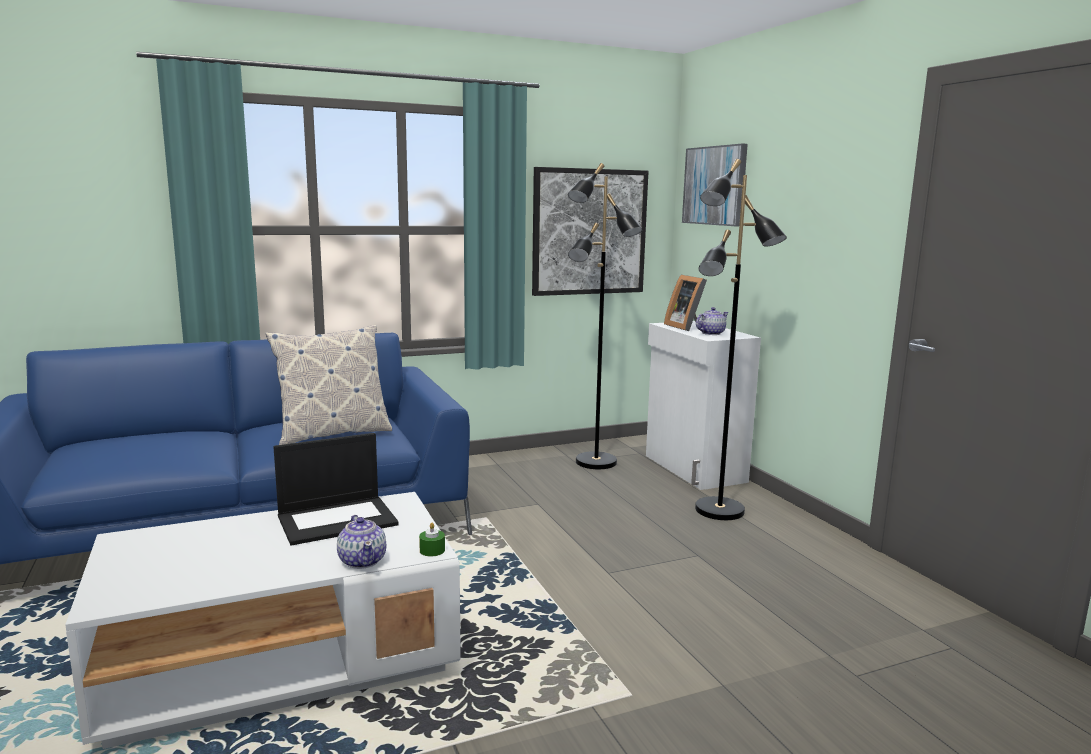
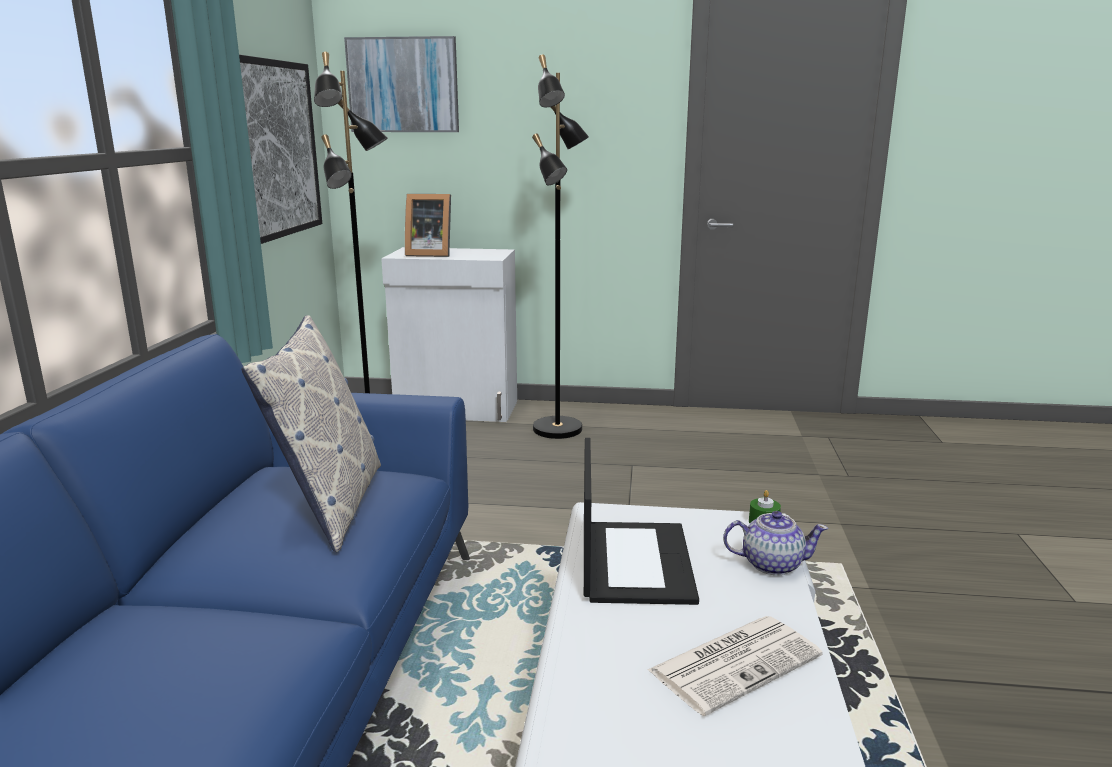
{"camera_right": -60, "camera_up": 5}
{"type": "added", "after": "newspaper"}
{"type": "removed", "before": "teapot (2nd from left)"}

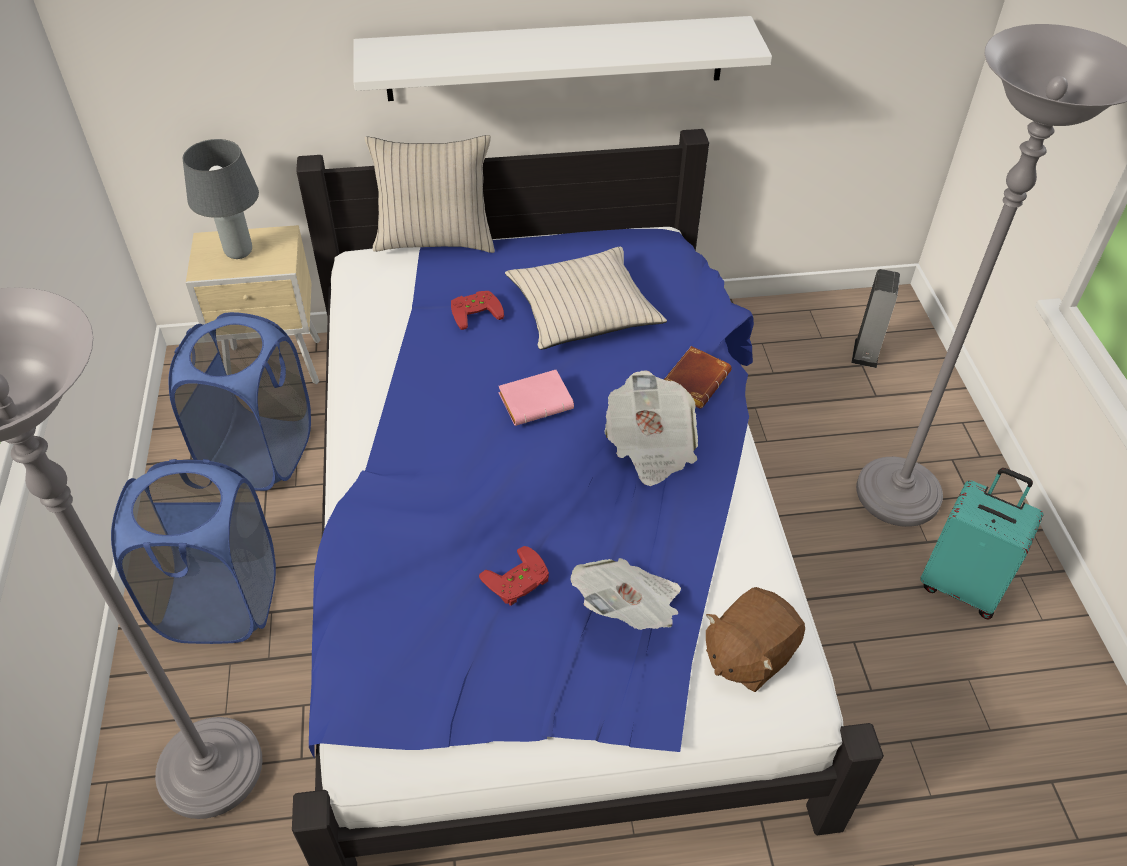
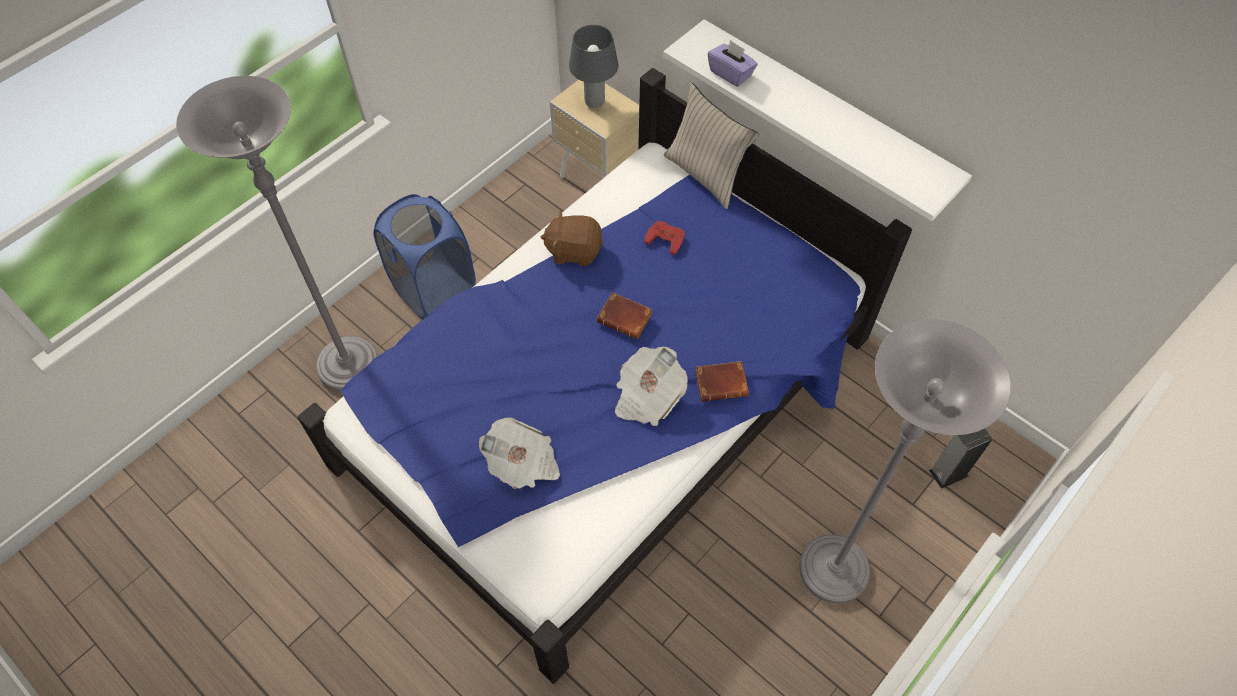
{"camera_right": 50, "camera_up": 10}
{"type": "moved", "before": "brown plush toy"}
{"type": "recoloured", "before": "pink book", "after": "brown book (1st from left)"}
{"type": "added", "after": "purple tissue box"}
{"type": "removed", "before": "blue laundry basket (2nd from left)"}
{"type": "removed", "before": "red game controller (2nd from left)"}
{"type": "removed", "before": "beige pillow (2nd from left)"}
{"type": "removed", "before": "turquoise suitcase"}

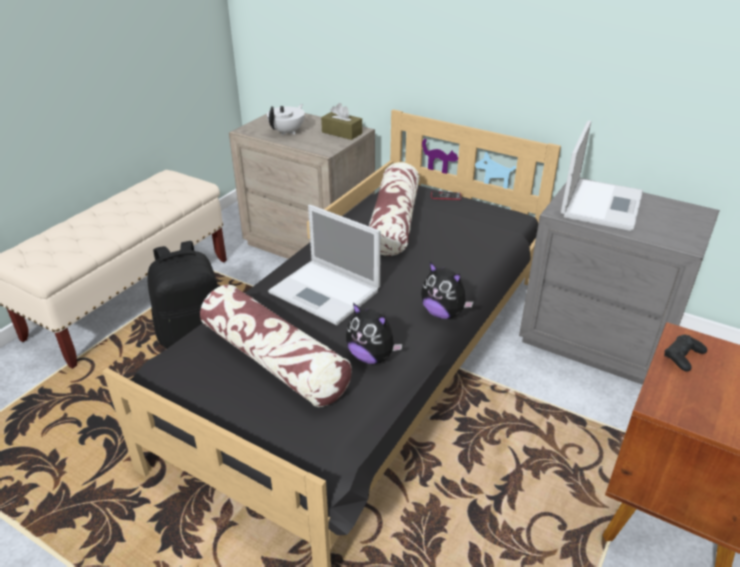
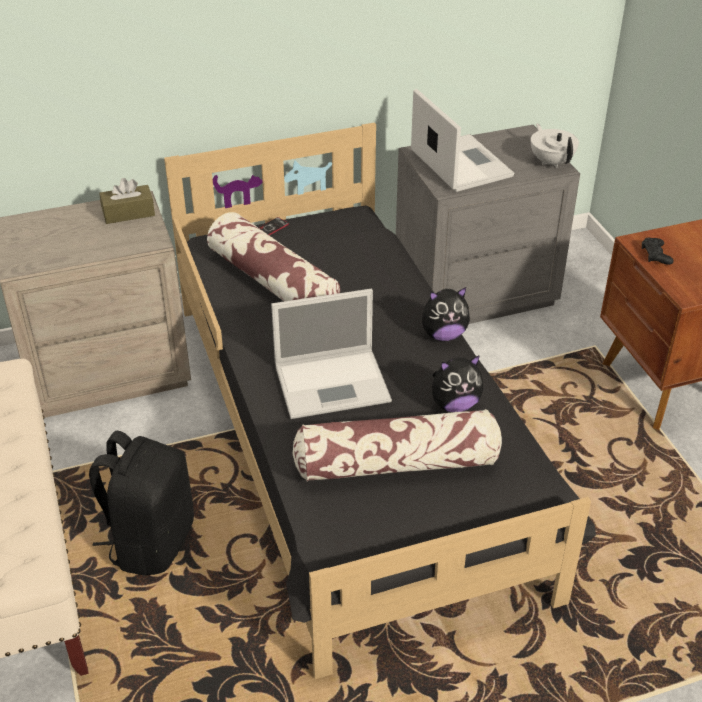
{"camera_right": -50, "camera_up": 5}
{"type": "moved", "before": "white teapot"}

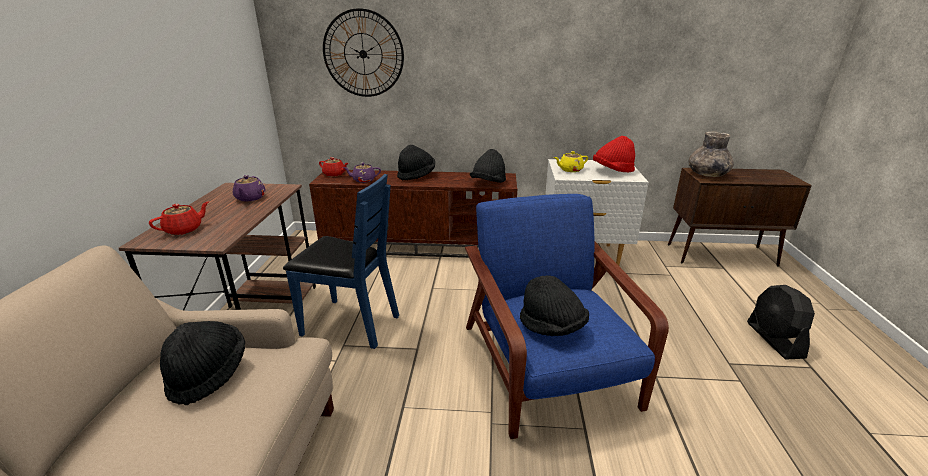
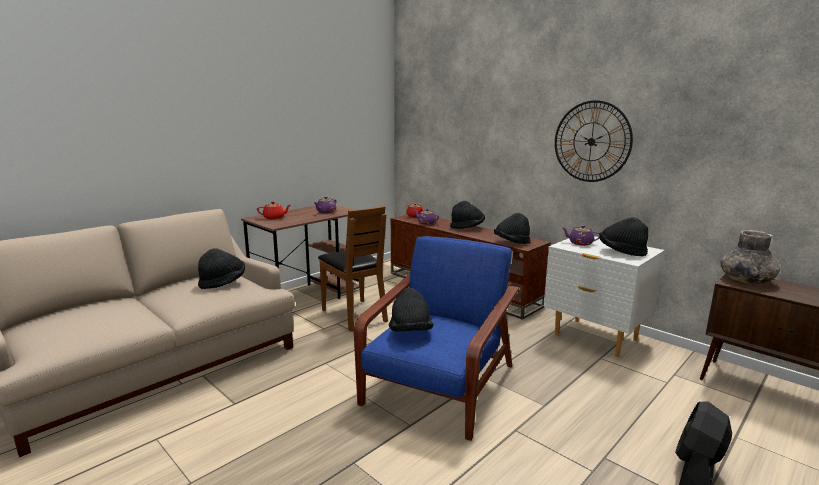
{"camera_right": 40, "camera_up": -10}
{"type": "recoloured", "before": "blue chair", "after": "brown chair"}
{"type": "moved", "before": "wall clock"}
{"type": "recoloured", "before": "yellow teapot", "after": "purple teapot (3rd from left)"}
{"type": "recoloured", "before": "red hat", "after": "black hat (5th from left)"}

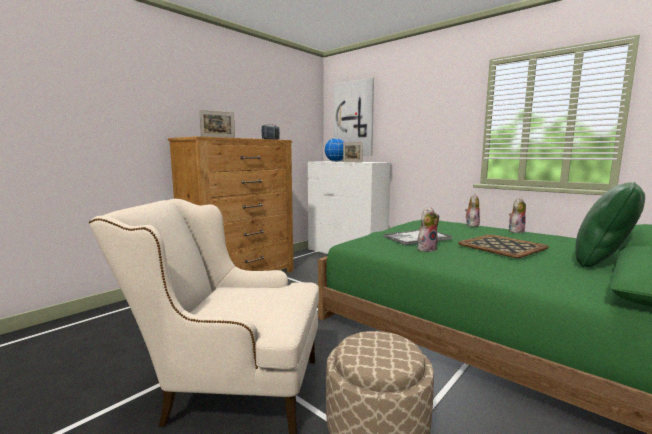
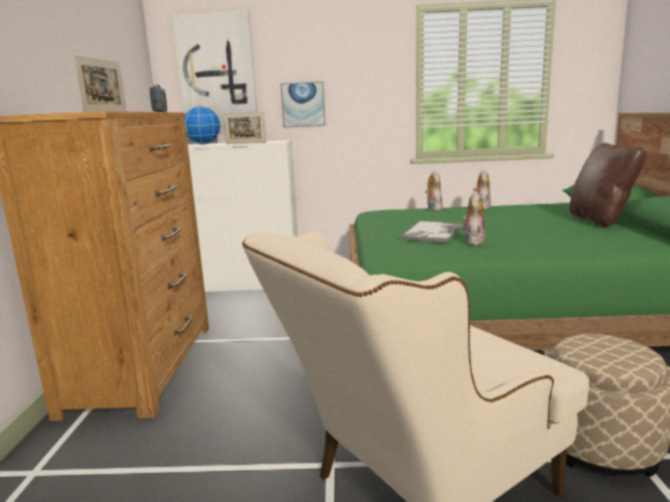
{"camera_right": -40, "camera_up": 5}
{"type": "added", "after": "picture (2nd from left)"}
{"type": "recoloured", "before": "green pillow", "after": "brown pillow"}
{"type": "removed", "before": "tray (2nd from left)"}

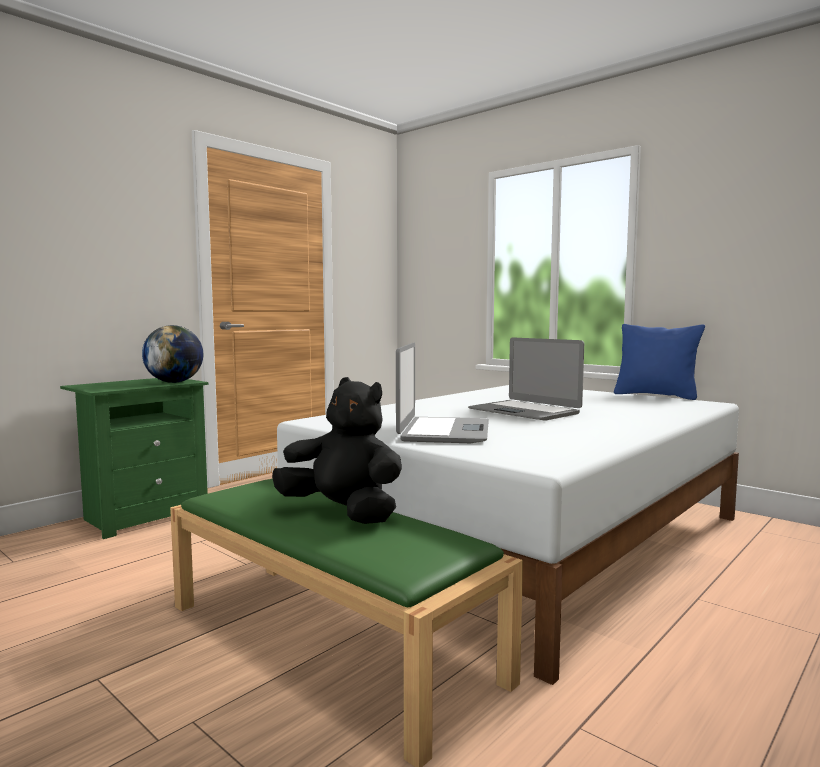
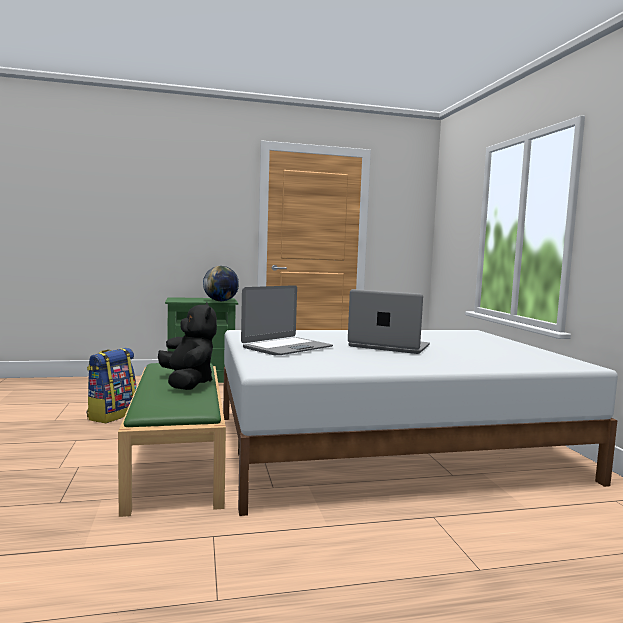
{"camera_right": 35, "camera_up": 0}
{"type": "added", "after": "backpack"}
{"type": "turned", "before": "laptop (2nd from left)", "turn": 120}
{"type": "removed", "before": "blue pillow"}

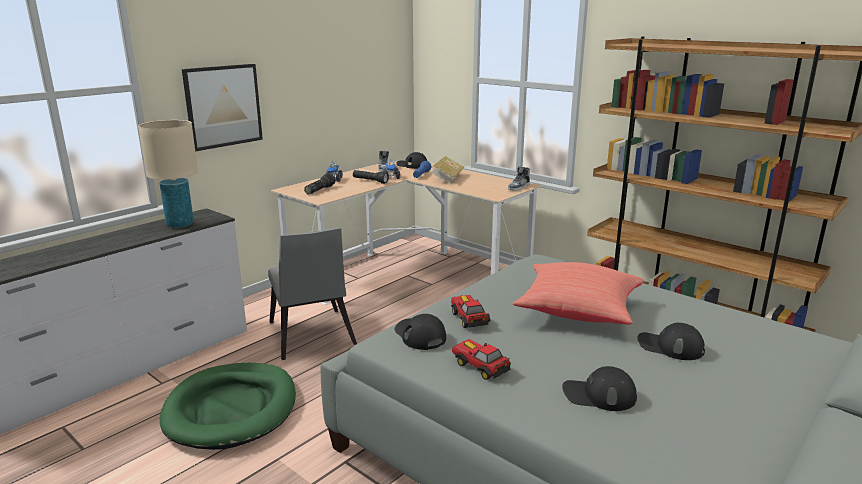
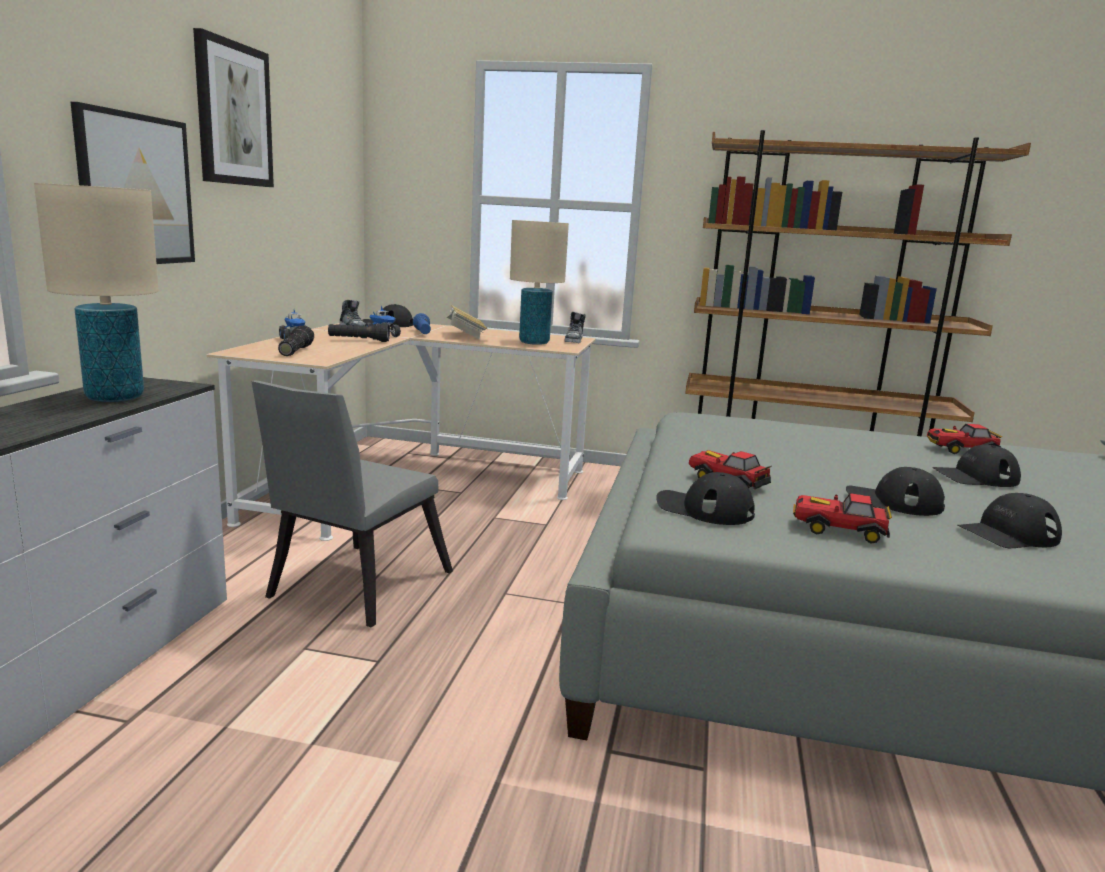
{"camera_right": -30, "camera_up": -5}
{"type": "added", "after": "picture (2nd from left)"}
{"type": "turned", "before": "grey chair", "turn": 75}
{"type": "added", "after": "beige table lamp (2nd from left)"}
{"type": "added", "after": "black cap (3rd from left)"}
{"type": "added", "after": "toy car (3rd from left)"}
{"type": "removed", "before": "green dog bed"}
{"type": "removed", "before": "red pillow"}

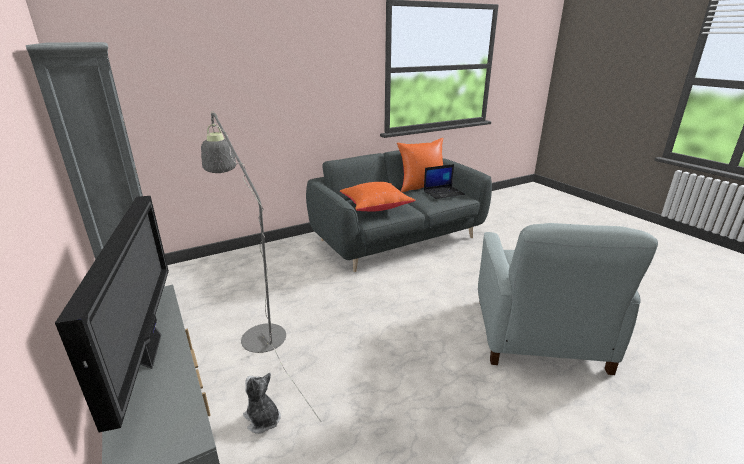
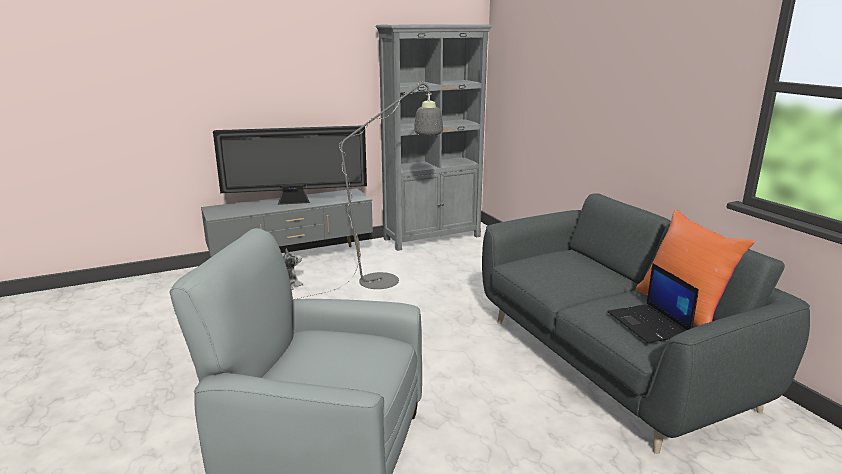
{"camera_right": 95, "camera_up": -5}
{"type": "removed", "before": "orange pillow (1st from left)"}

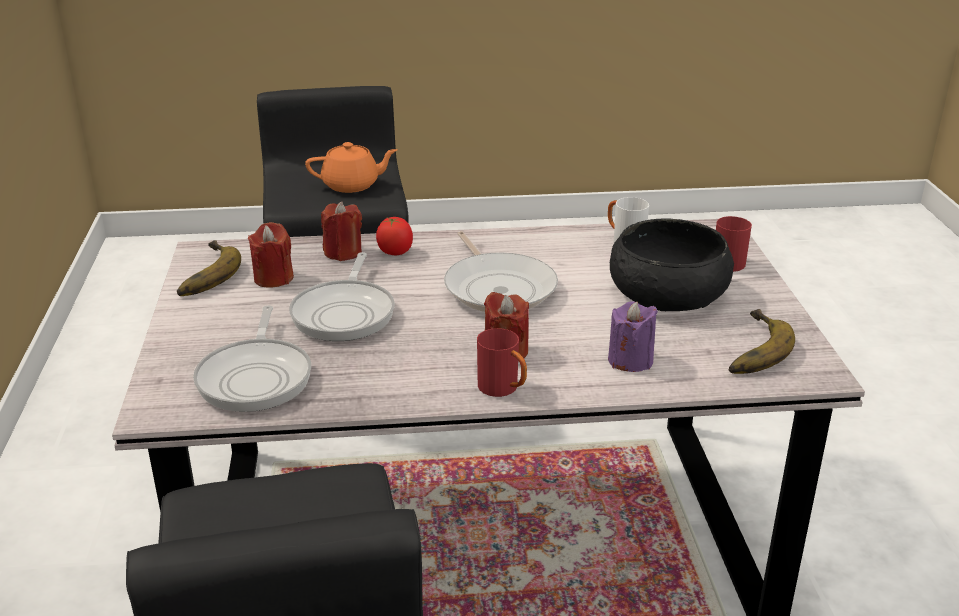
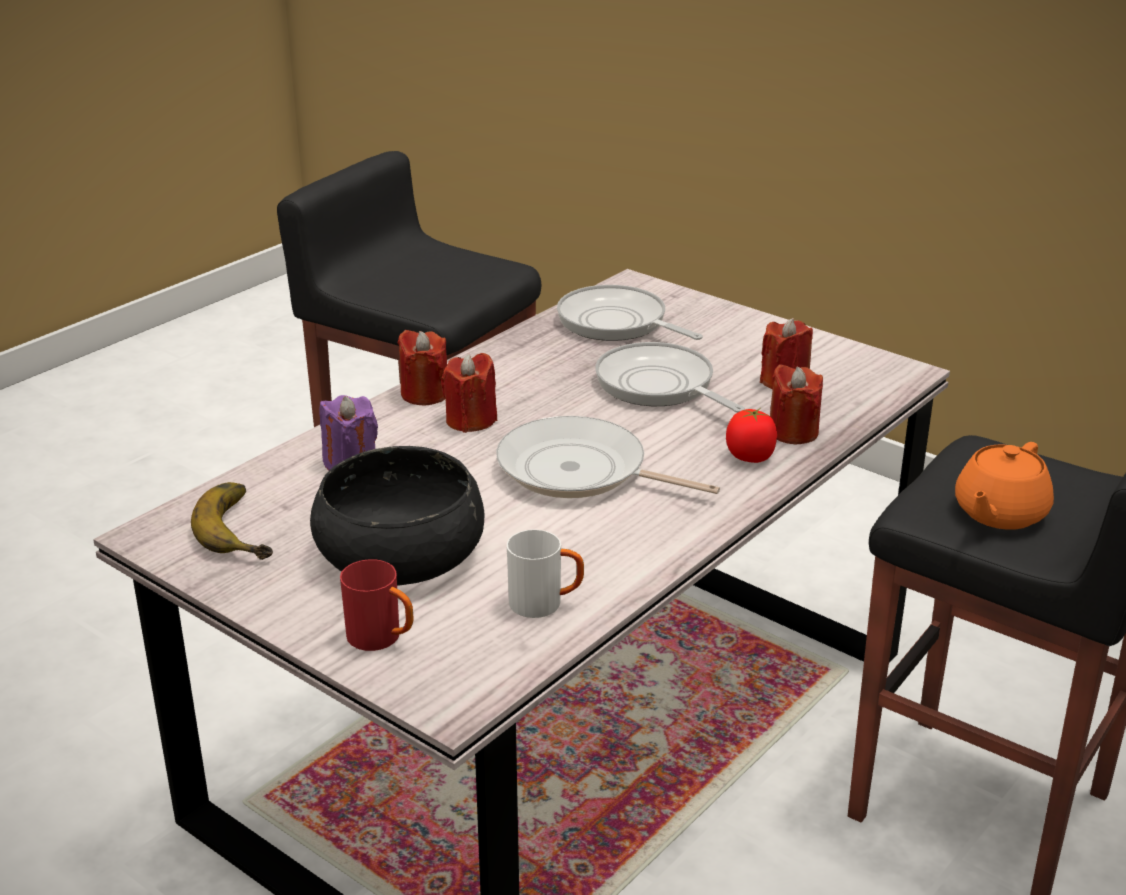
{"camera_right": 135, "camera_up": 0}
{"type": "replaced", "before": "red mug (1st from left)", "after": "red candle (1st from left)"}
{"type": "removed", "before": "banana (1st from left)"}

